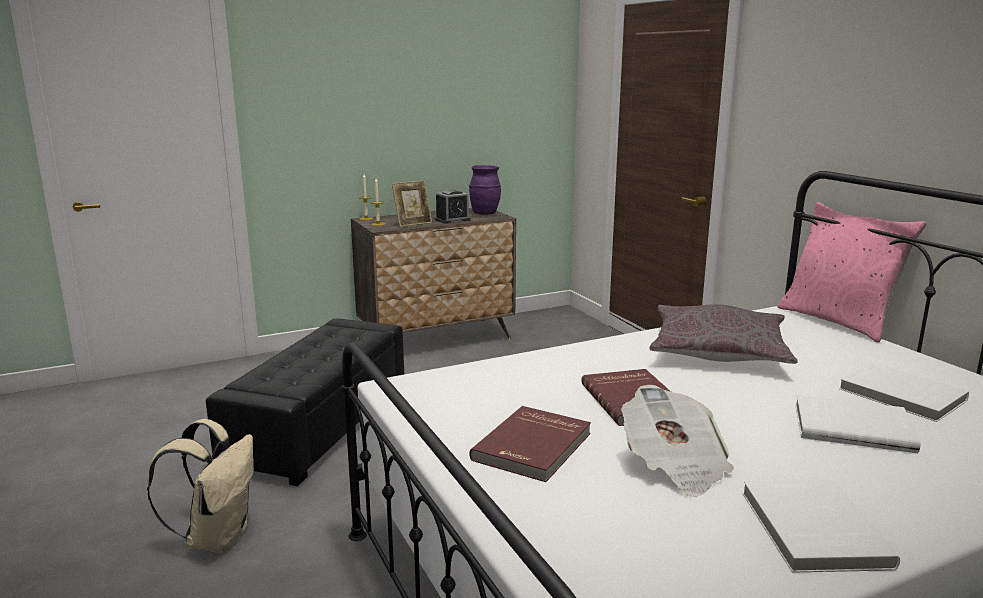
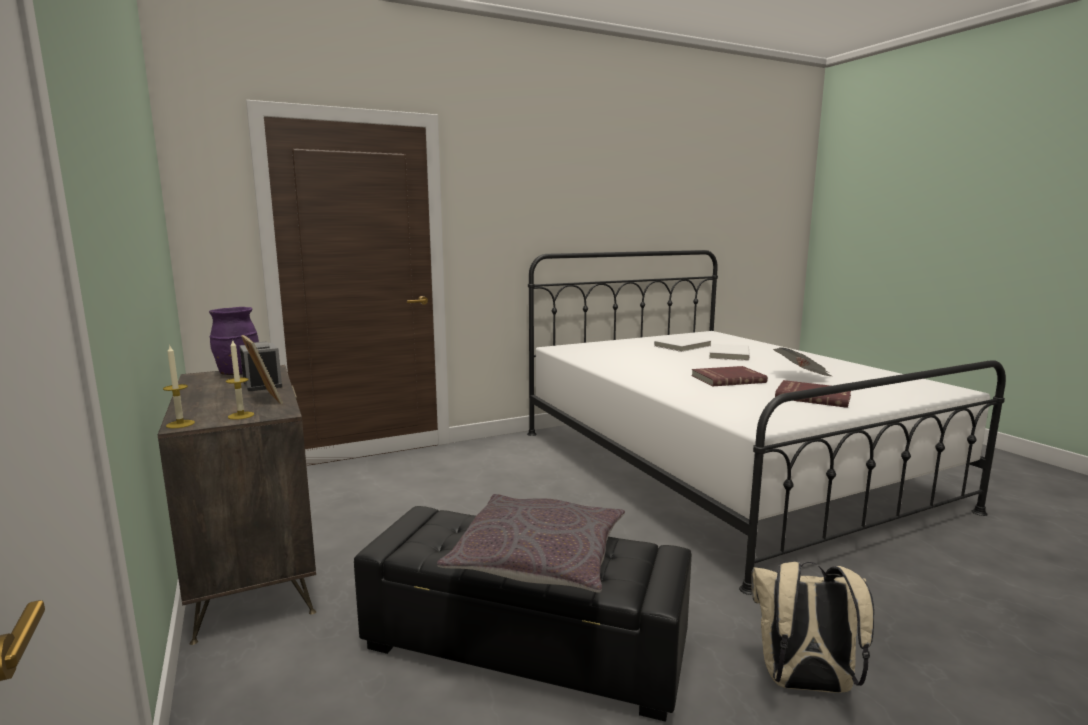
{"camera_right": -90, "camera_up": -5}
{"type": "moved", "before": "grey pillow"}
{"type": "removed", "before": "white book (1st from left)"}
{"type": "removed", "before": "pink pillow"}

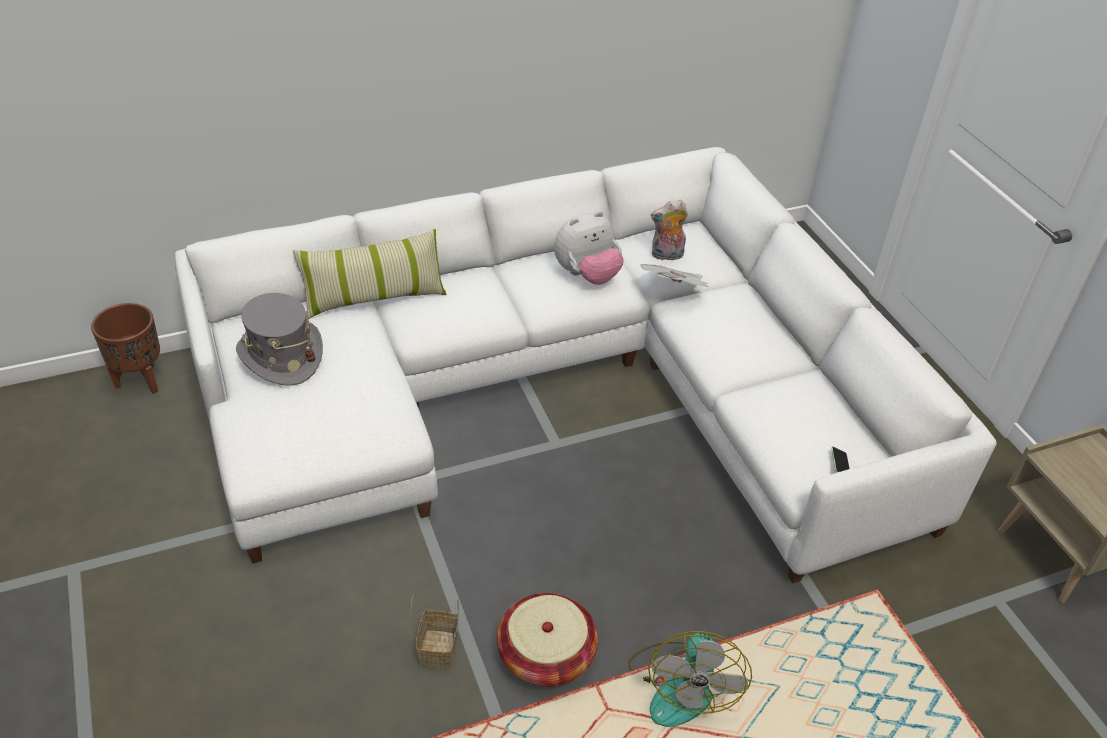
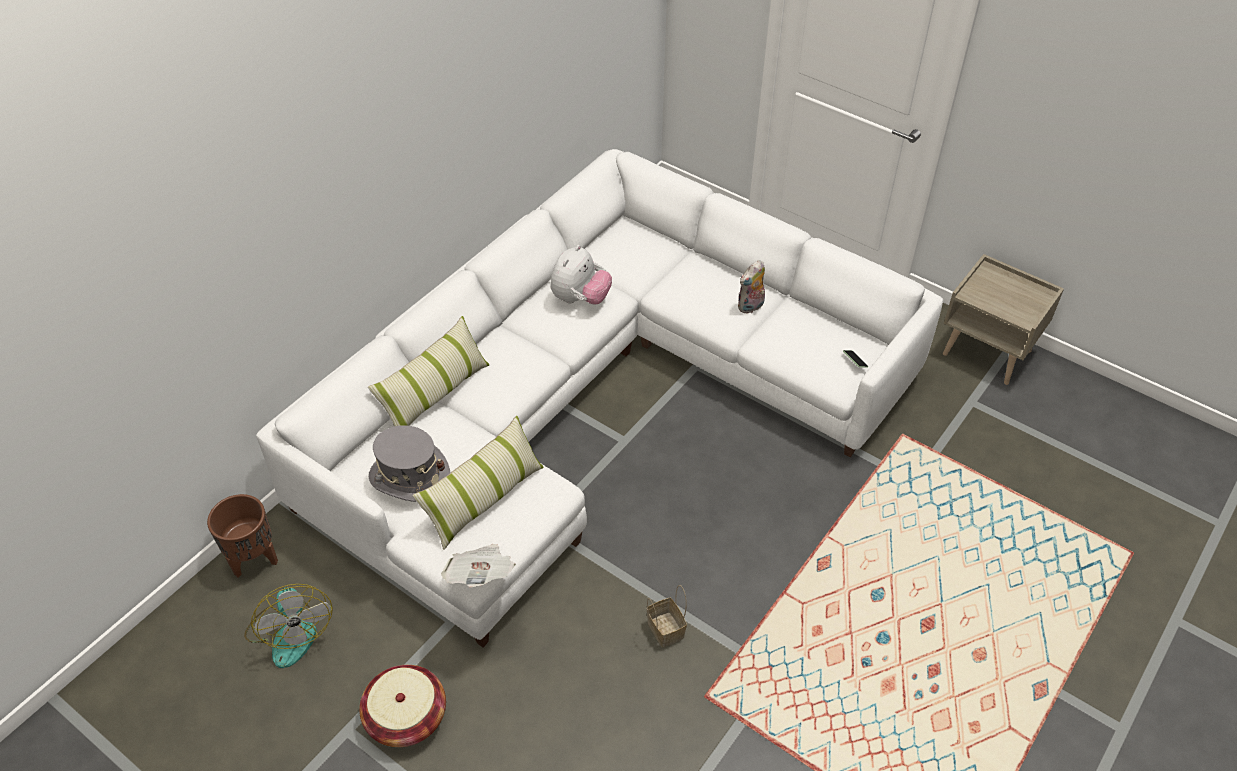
{"camera_right": -30, "camera_up": 5}
{"type": "moved", "before": "fan"}
{"type": "moved", "before": "basket (2nd from left in the first image)", "after": "basket (1st from left)"}
{"type": "added", "after": "pillow (2nd from left)"}
{"type": "moved", "before": "newspaper"}
{"type": "moved", "before": "plush toy (2nd from left)"}

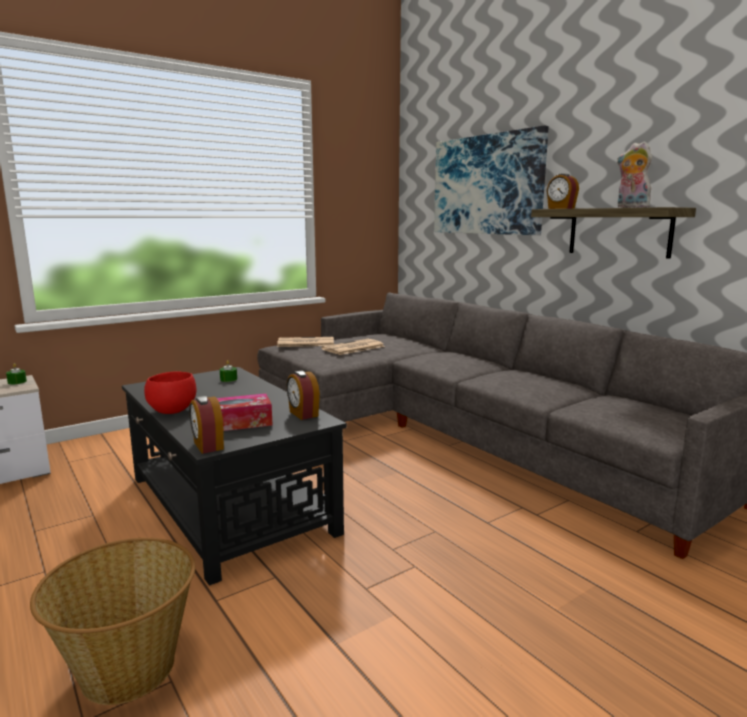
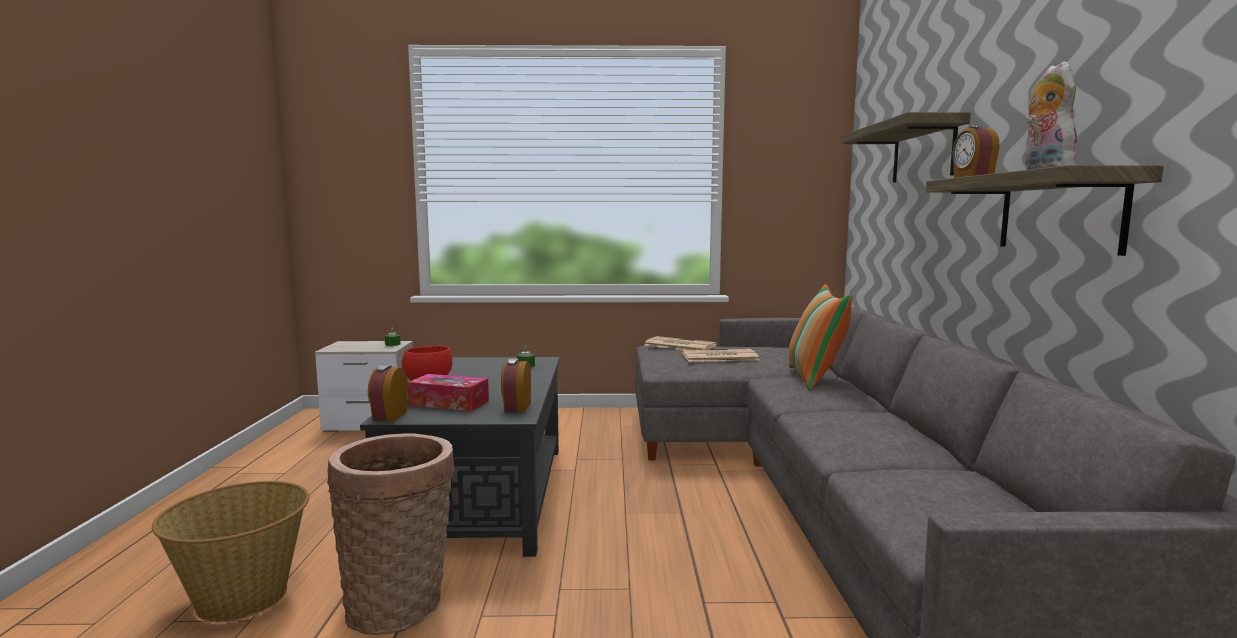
{"camera_right": 35, "camera_up": -5}
{"type": "added", "after": "basket (2nd from left)"}
{"type": "added", "after": "pillow"}
{"type": "replaced", "before": "picture", "after": "shelf (1st from left)"}

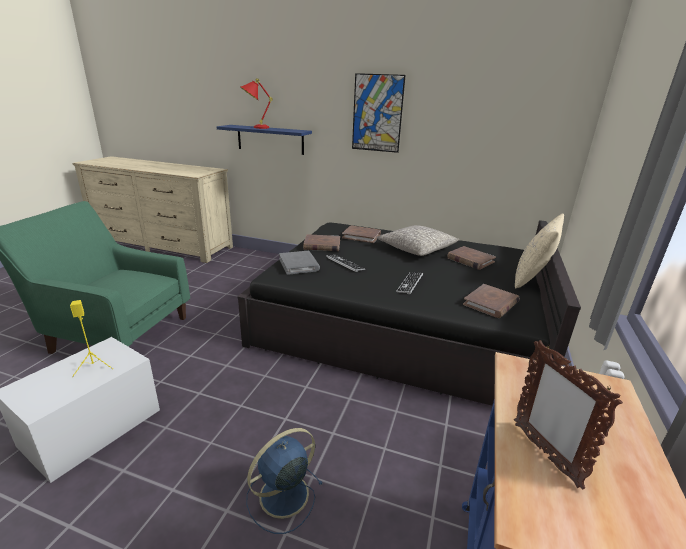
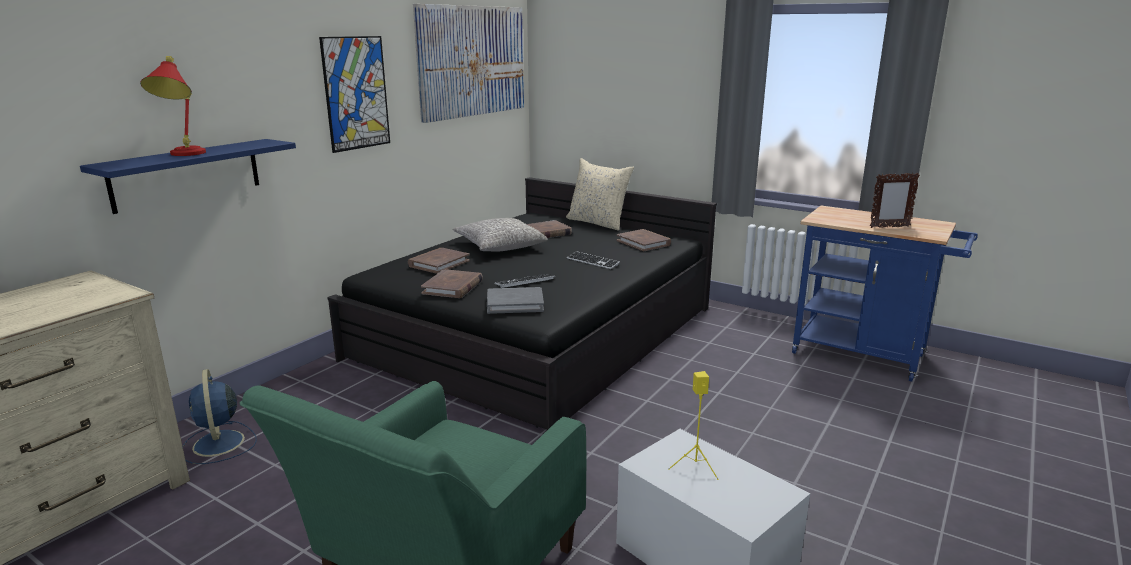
{"camera_right": -75, "camera_up": -5}
{"type": "moved", "before": "blue fan"}
{"type": "added", "after": "picture (2nd from left)"}

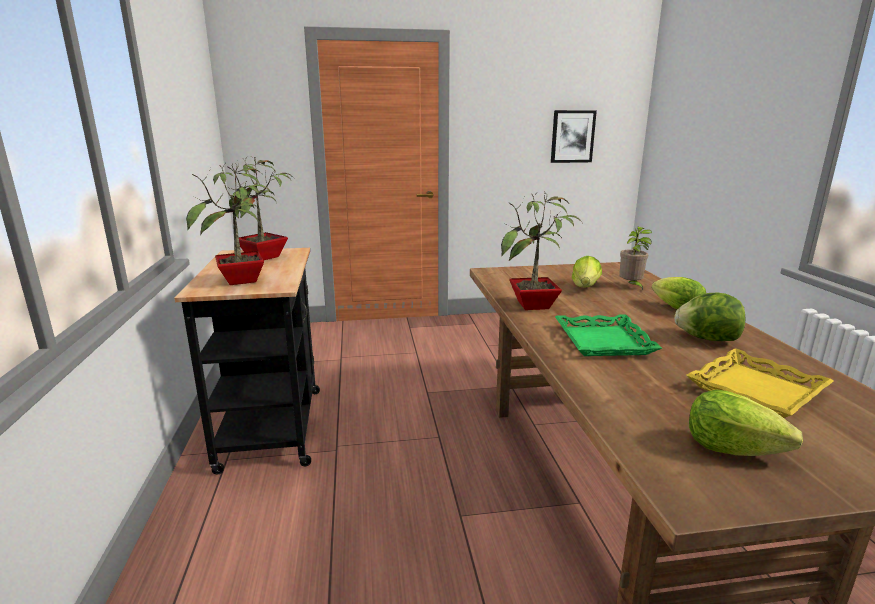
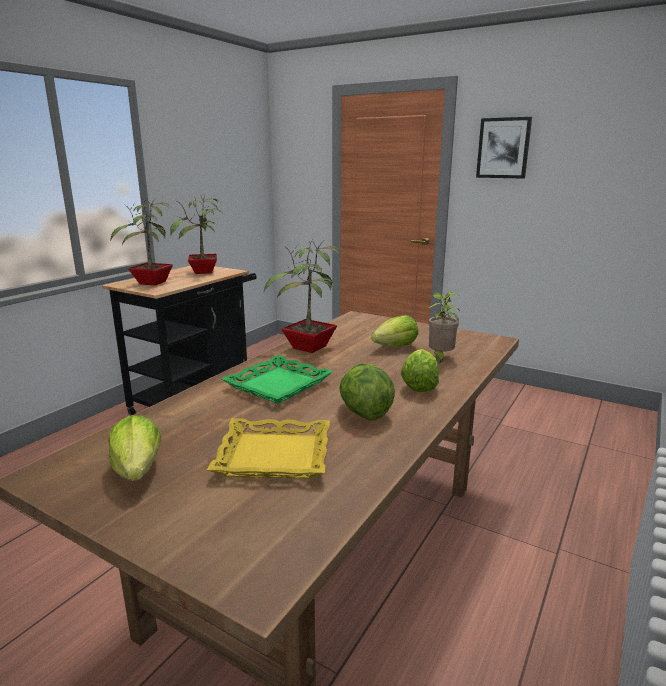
{"camera_right": 40, "camera_up": 0}
{"type": "moved", "before": "picture"}

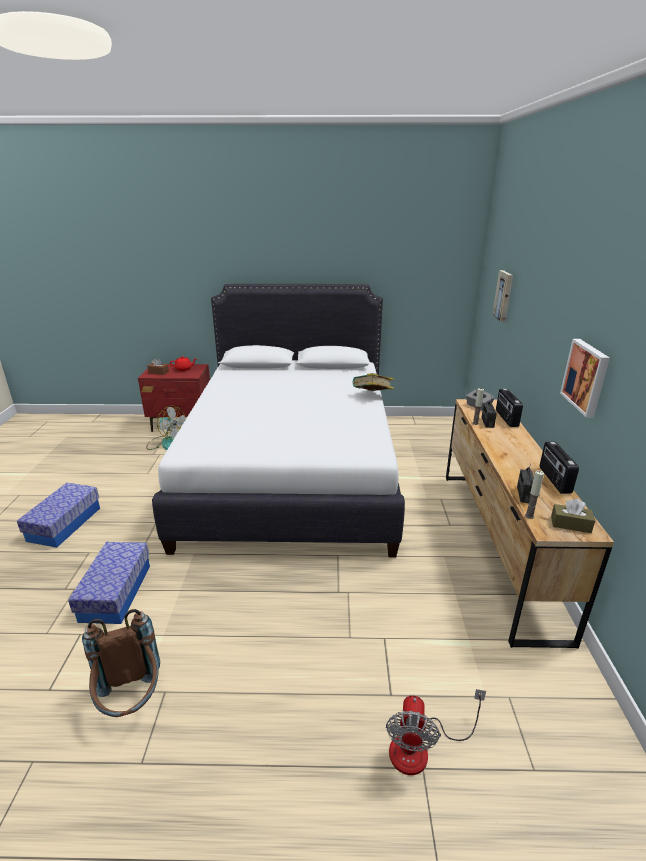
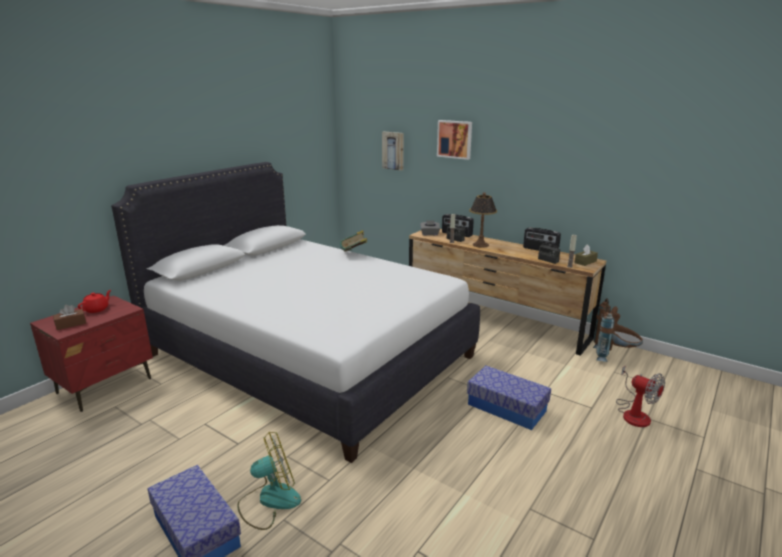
{"camera_right": -55, "camera_up": -5}
{"type": "moved", "before": "fan (1st from left)"}
{"type": "moved", "before": "picture (2nd from left)"}
{"type": "moved", "before": "storage box (2nd from left)"}
{"type": "added", "after": "table lamp"}
{"type": "moved", "before": "brown backpack"}

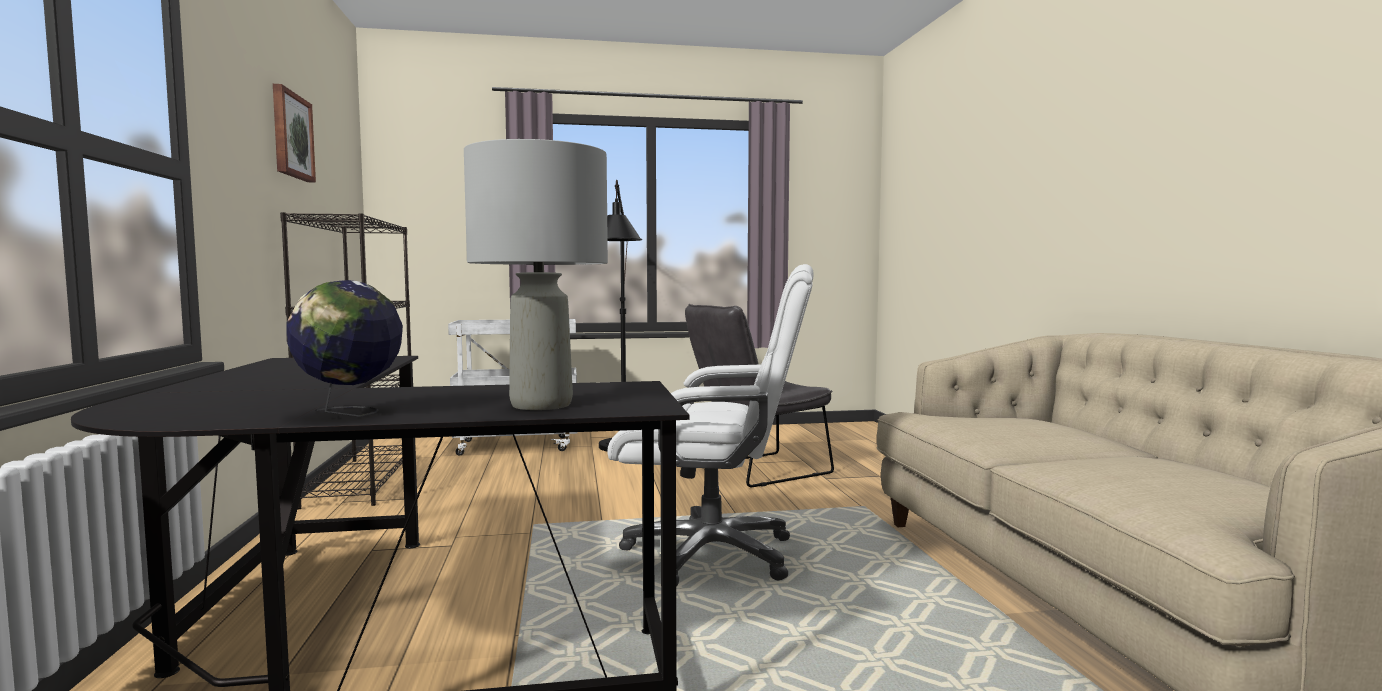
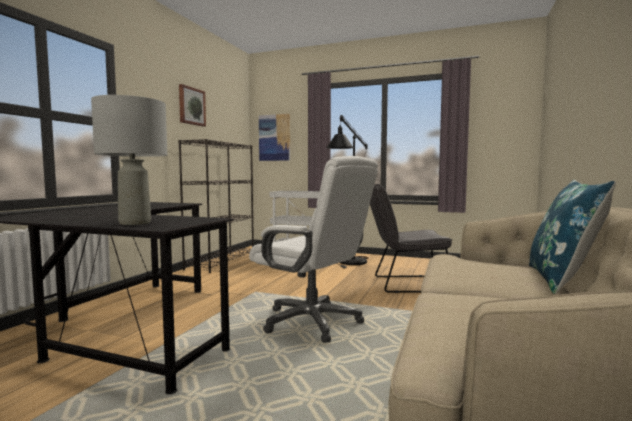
{"camera_right": 30, "camera_up": 0}
{"type": "added", "after": "picture (2nd from left)"}
{"type": "added", "after": "blue pillow"}
{"type": "removed", "before": "globe"}

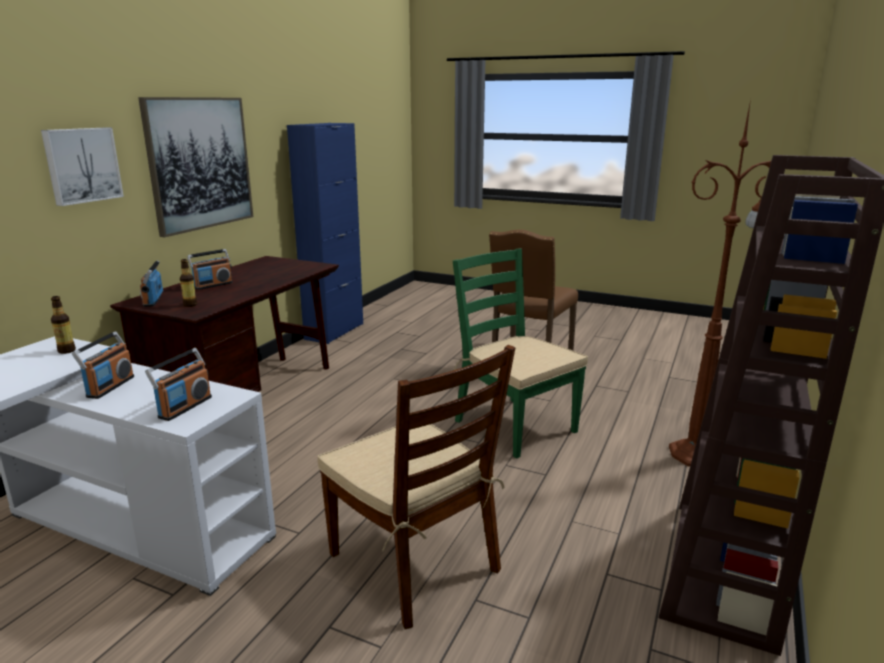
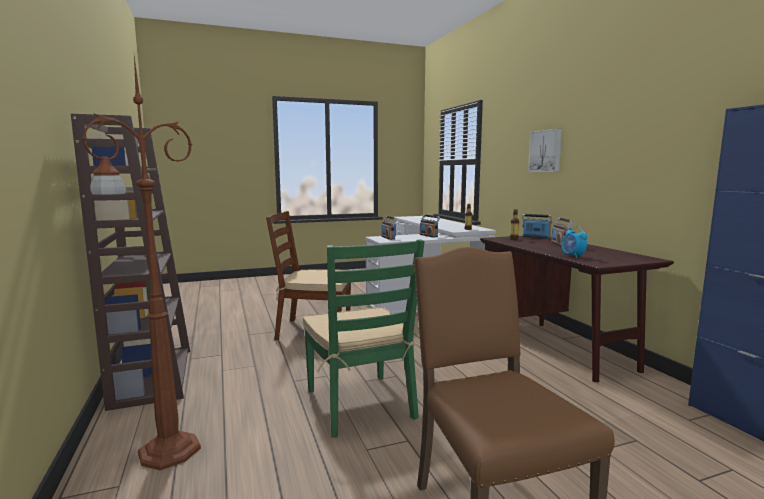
{"camera_right": 135, "camera_up": -10}
{"type": "turned", "before": "green chair", "turn": 60}
{"type": "added", "after": "alarm clock"}
{"type": "removed", "before": "picture (2nd from left)"}

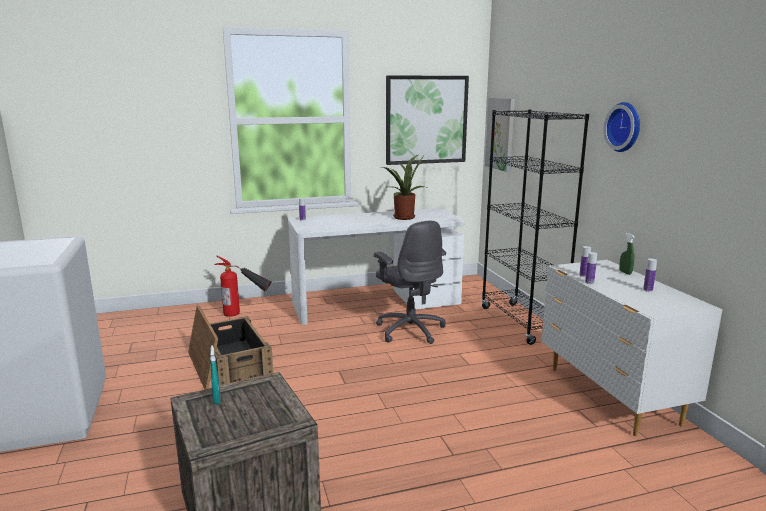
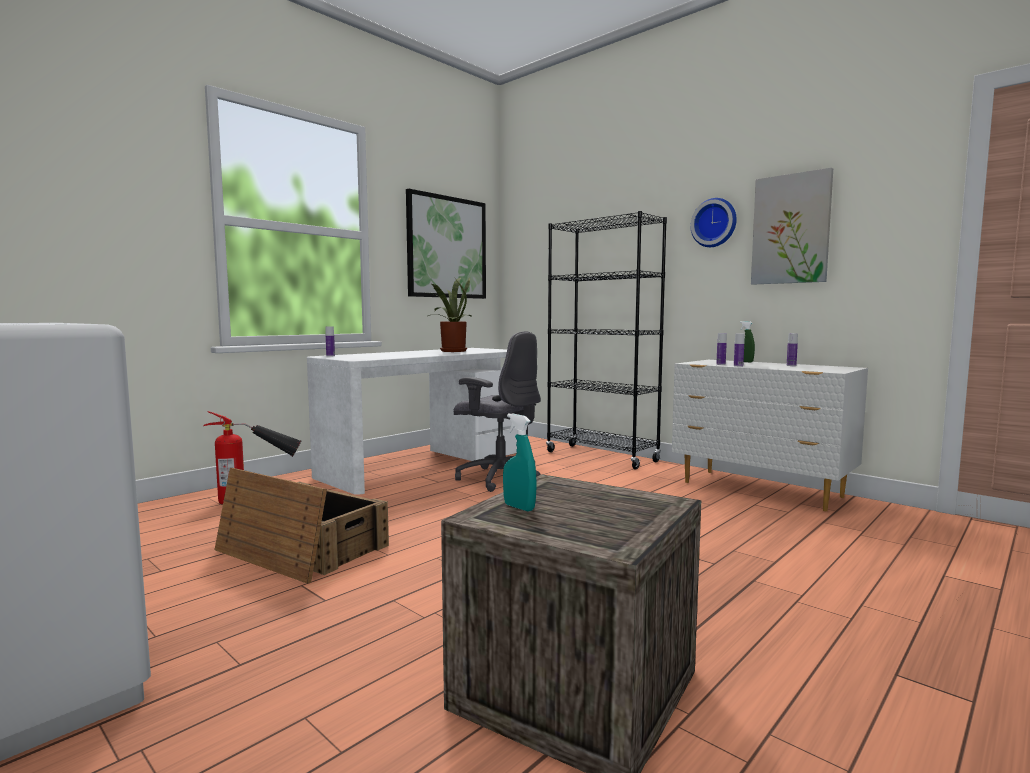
{"camera_right": -30, "camera_up": -10}
{"type": "moved", "before": "picture (2nd from left)"}

